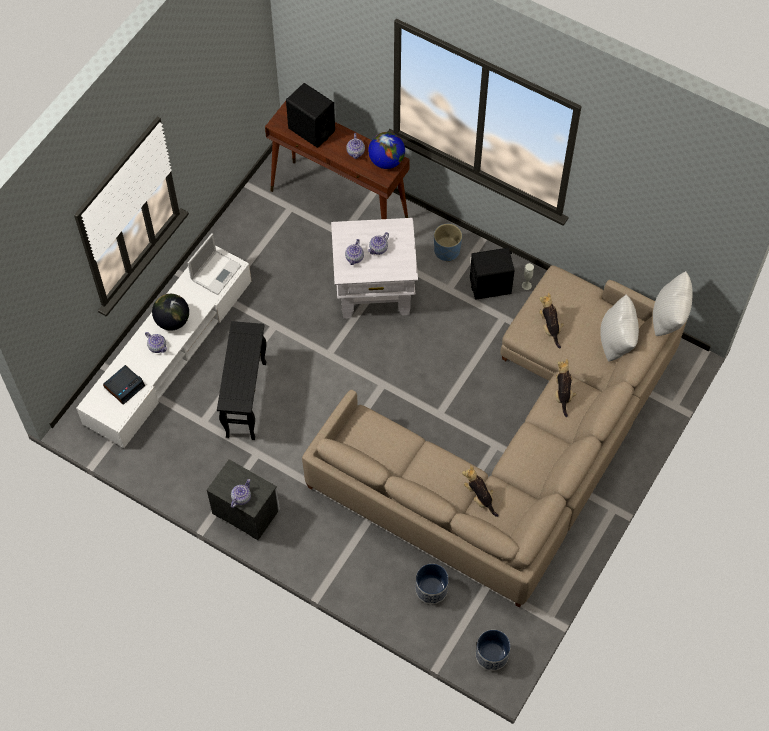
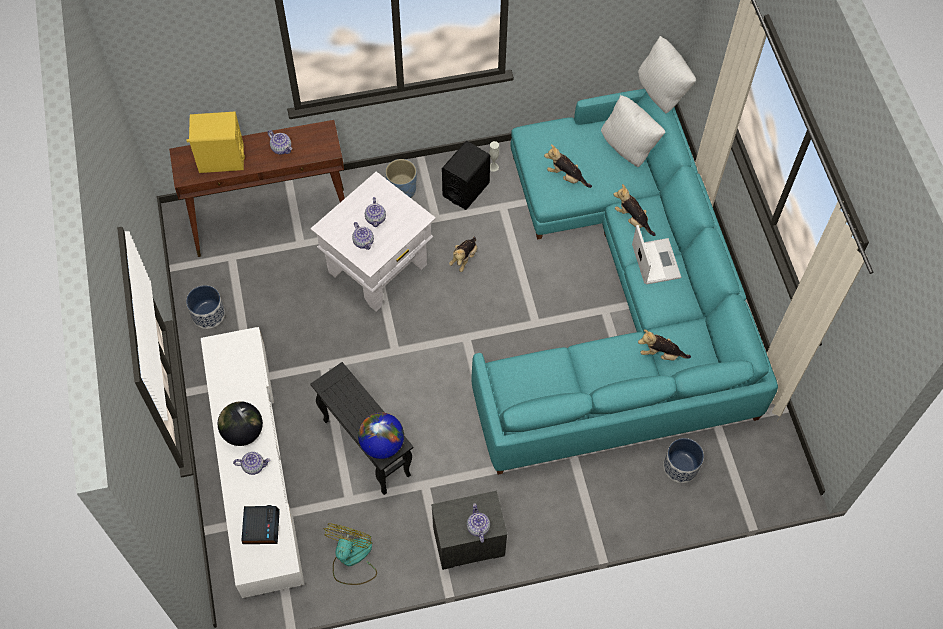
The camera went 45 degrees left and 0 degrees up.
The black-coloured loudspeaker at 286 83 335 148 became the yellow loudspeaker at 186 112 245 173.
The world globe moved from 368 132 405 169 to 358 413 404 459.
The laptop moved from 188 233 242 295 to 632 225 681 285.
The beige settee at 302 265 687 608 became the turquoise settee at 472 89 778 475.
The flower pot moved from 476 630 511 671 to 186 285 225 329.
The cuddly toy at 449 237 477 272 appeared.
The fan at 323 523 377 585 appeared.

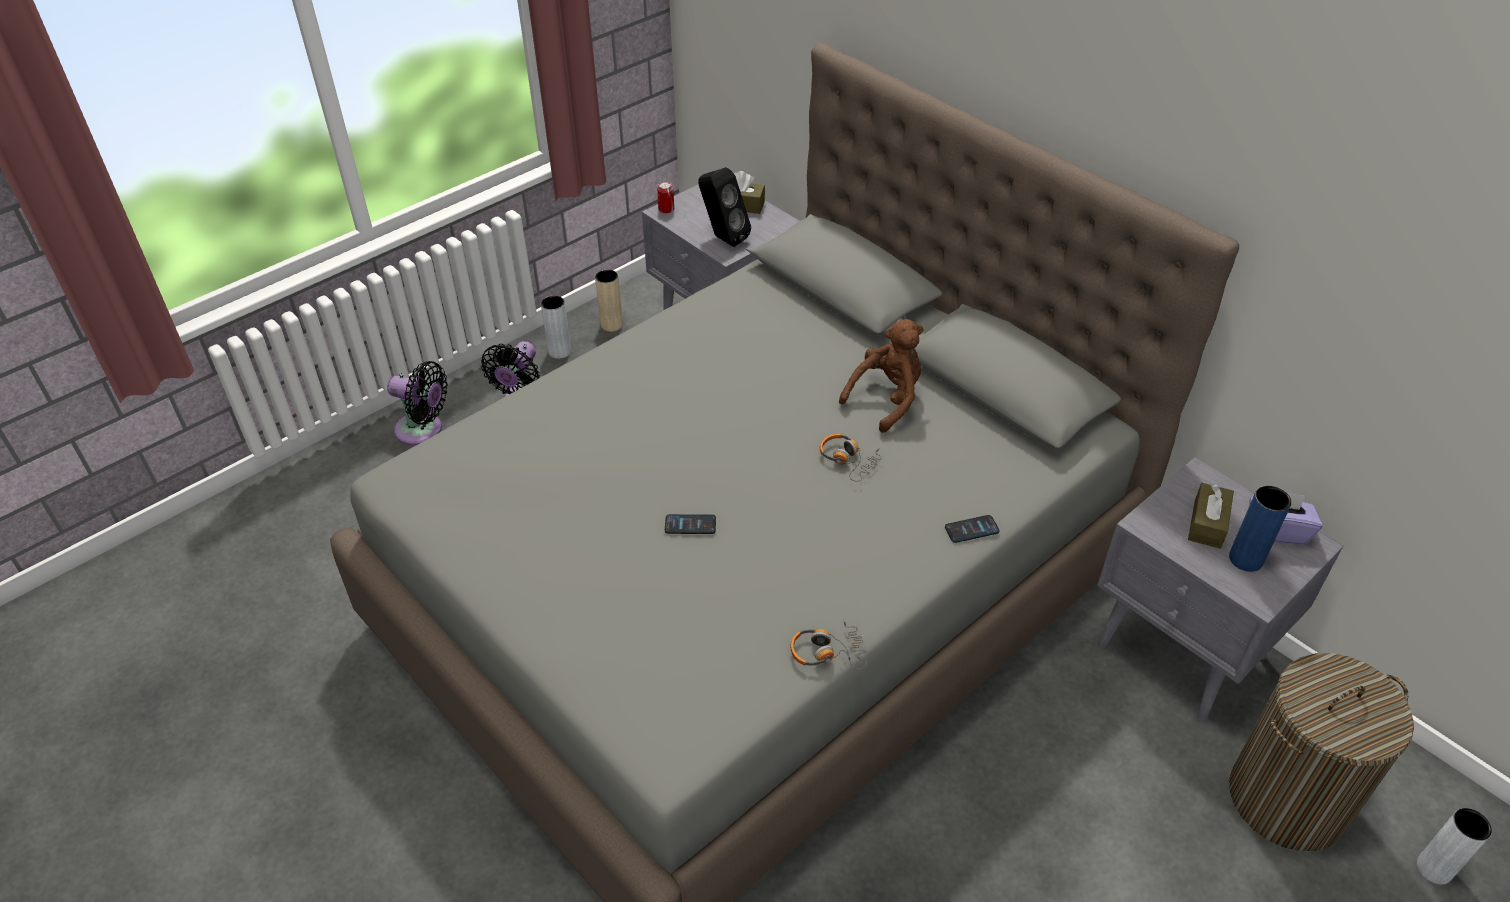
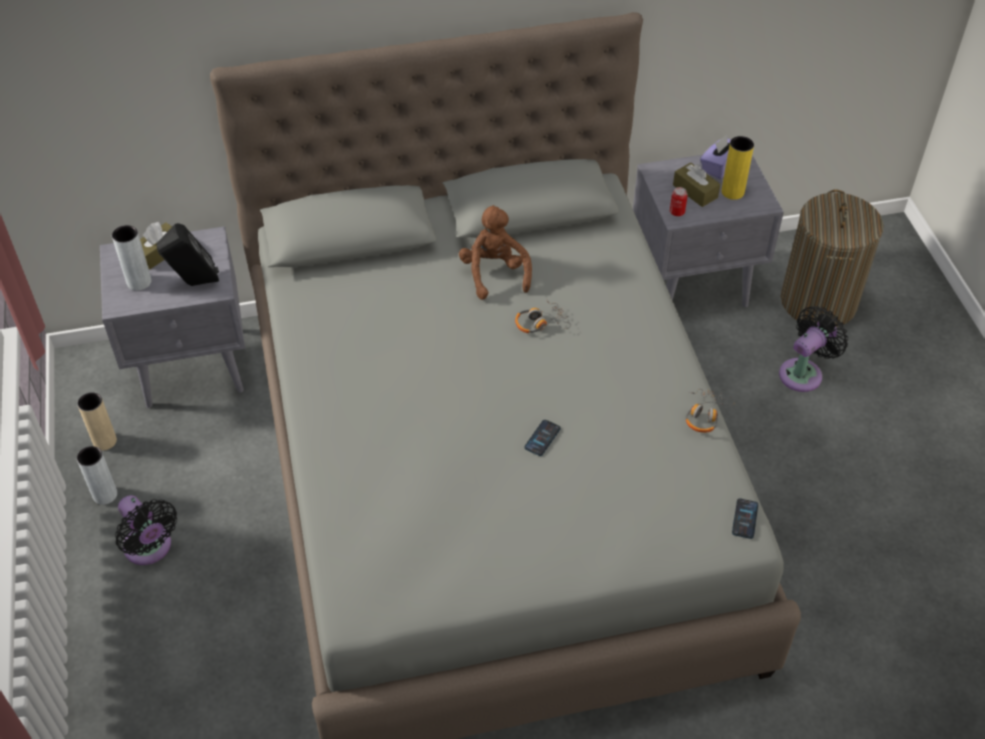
The camera went 60 degrees left and 5 degrees up.
The metal can moved from 657 181 674 213 to 670 187 688 216.
The black-coloured fan moved from 387 361 448 446 to 779 306 848 392.
The blue-coloured flower vase at 1229 486 1291 572 became the yellow flower vase at 721 136 754 200.
The handset moved from 945 515 1000 543 to 732 499 758 539.
The greyish flower vase moved from 1417 808 1492 885 to 112 225 152 291.

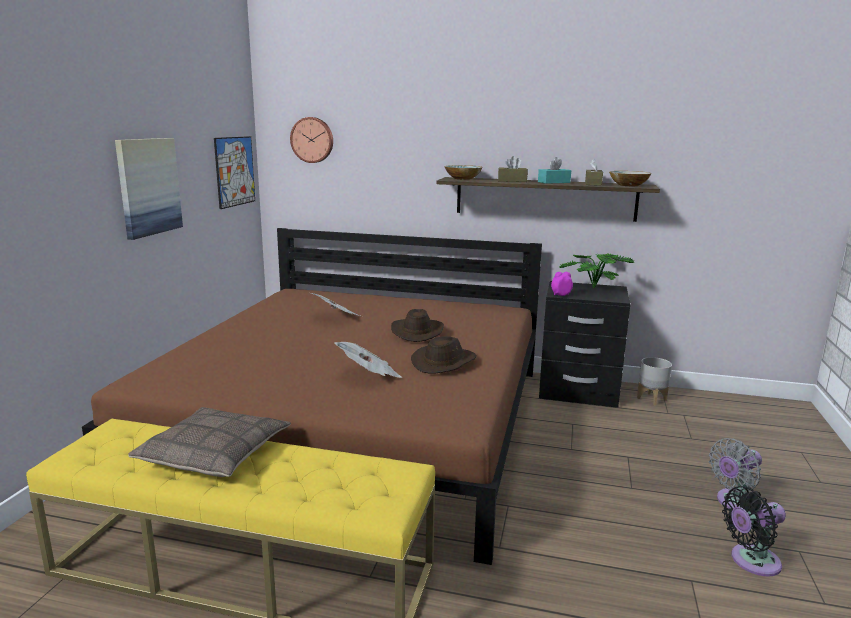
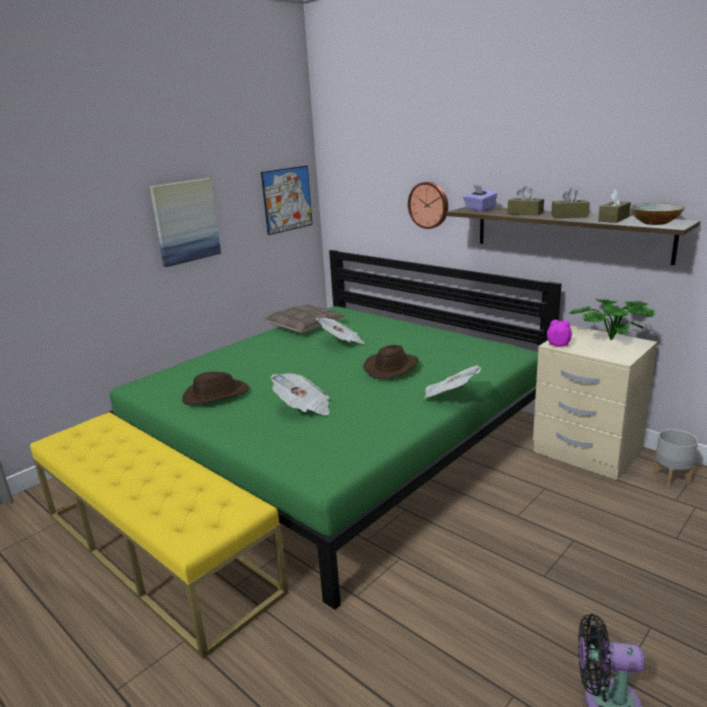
The camera went 30 degrees right and 5 degrees up.
The wall clock moved from 290 117 333 163 to 408 182 448 229.
The turquoise tissue box at 538 157 571 184 became the brown tissue box at 551 188 590 218.
The deep dish at 444 165 483 180 was replaced by the purple tissue box at 463 185 497 211.
The brown bedroom bed at 82 228 542 565 became the green bedroom bed at 107 250 562 610.
The black-coloured nightstand at 539 281 630 408 became the beige nightstand at 533 325 658 480.
The brown wearable hat moved from 411 336 476 373 to 182 372 249 405.
The pillow moved from 128 407 291 477 to 264 304 346 333.
The greyish fan at 709 438 762 509 disappeared.
The newspaper at 424 365 481 399 appeared.

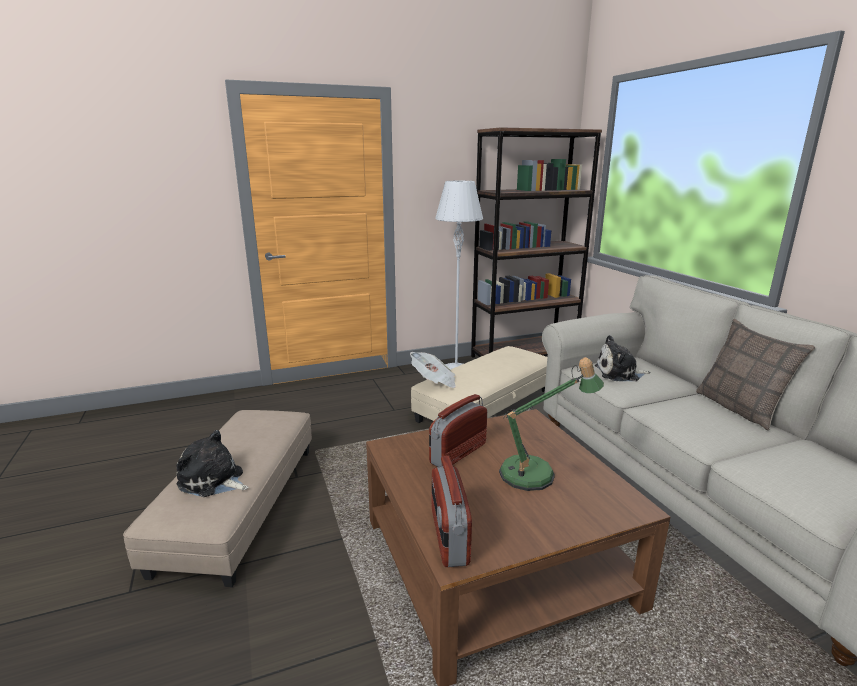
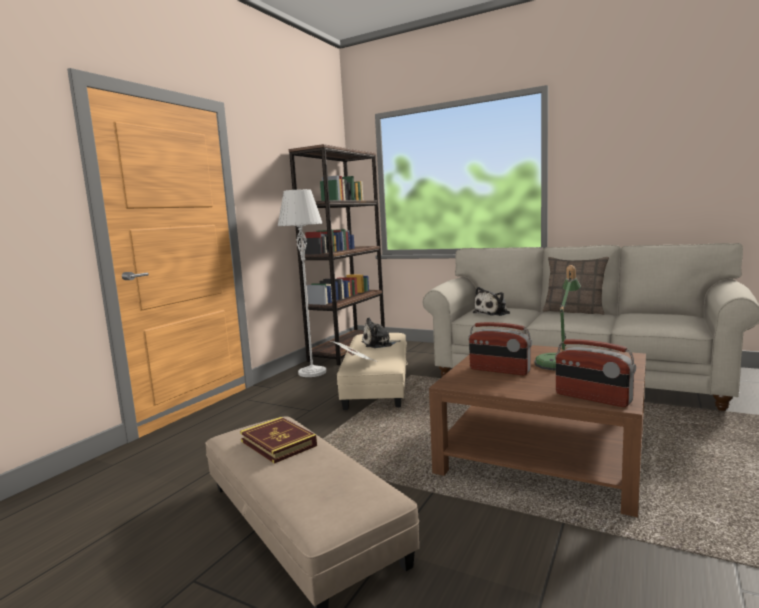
The camera went 40 degrees left and 10 degrees down.
The radio receiver at 429 394 487 467 turned 60 degrees counterclockwise.
The cuddly toy moved from 176 430 248 497 to 362 318 401 348.
The bound book at 240 417 317 464 appeared.

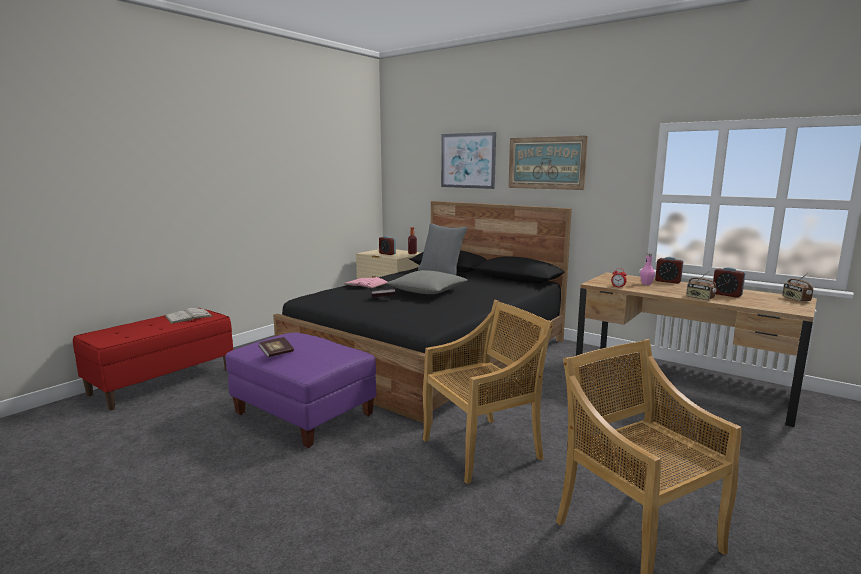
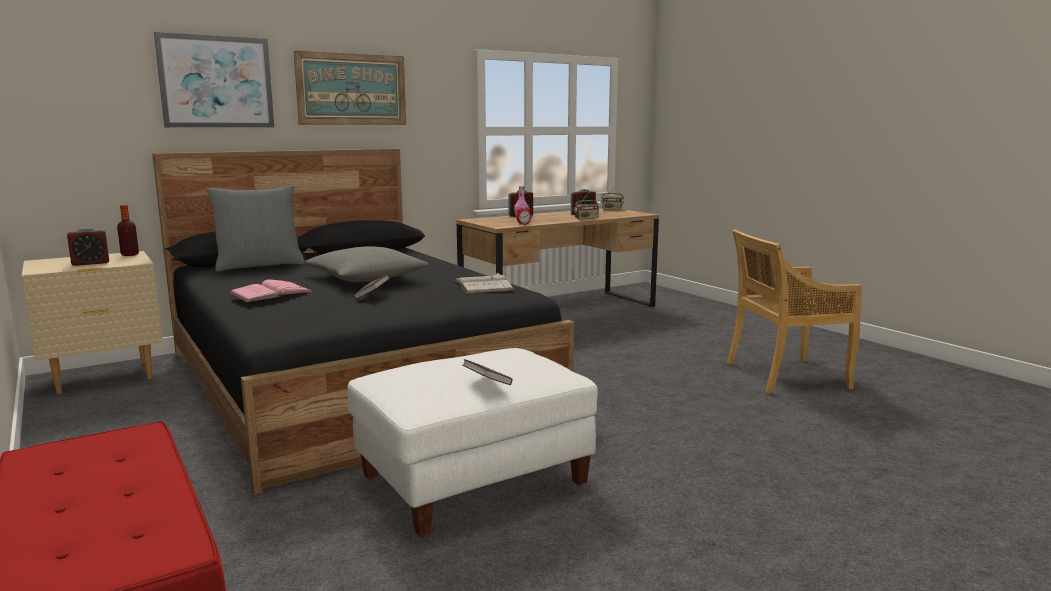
The camera went 70 degrees left and 0 degrees up.
The beige chair at 423 300 554 484 disappeared.
The white-coloured bound book moved from 165 308 213 324 to 455 273 514 294.
The purple footrest at 225 332 376 448 became the white-coloured footrest at 347 348 598 537.

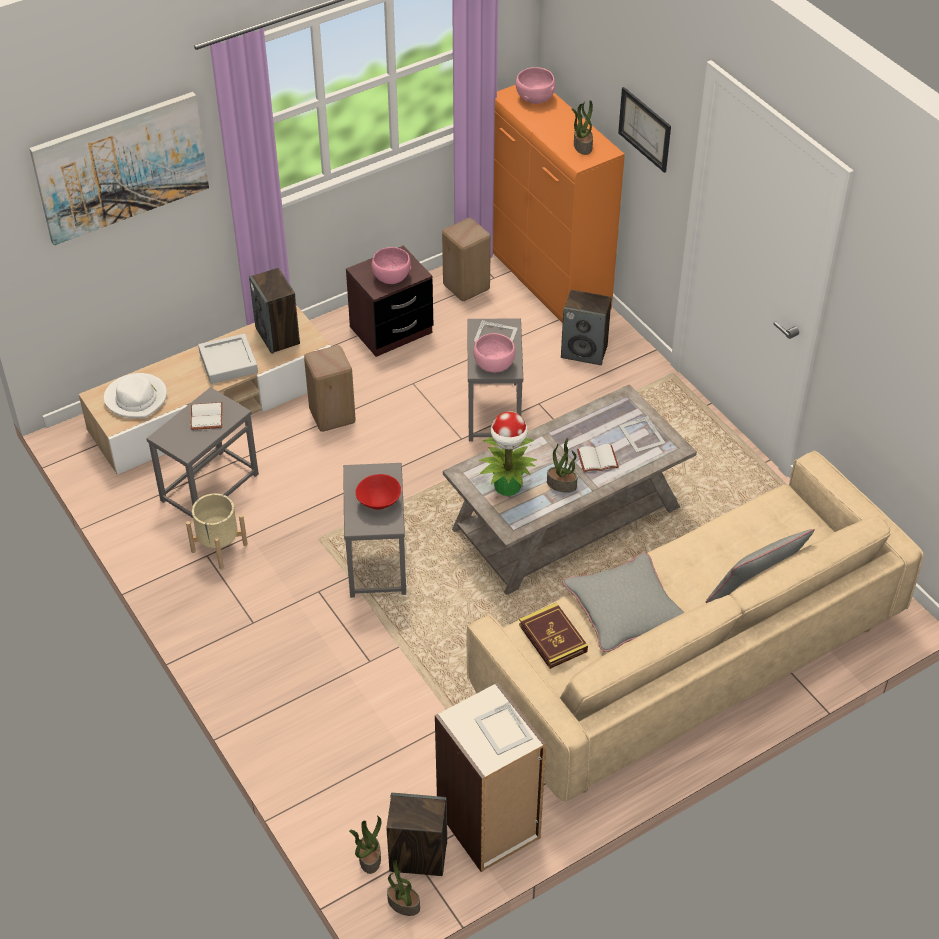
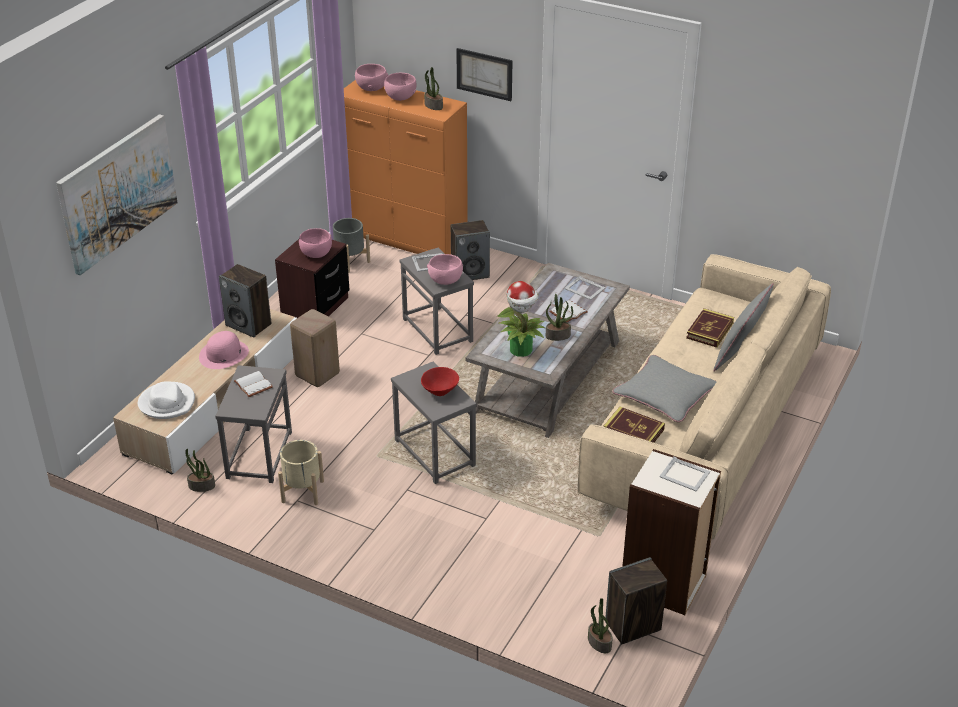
The camera went 30 degrees left and 10 degrees down.
The beige sitting stool at 442 218 491 301 was replaced by the greyish flower pot at 330 218 370 273.
The greyish tray at 198 334 258 384 was replaced by the pink wearable hat at 199 331 249 369.
The potted plant moved from 387 860 420 916 to 185 449 215 492.
The pink deep dish at 384 73 417 101 appeared.
The bound book at 686 309 734 348 appeared.

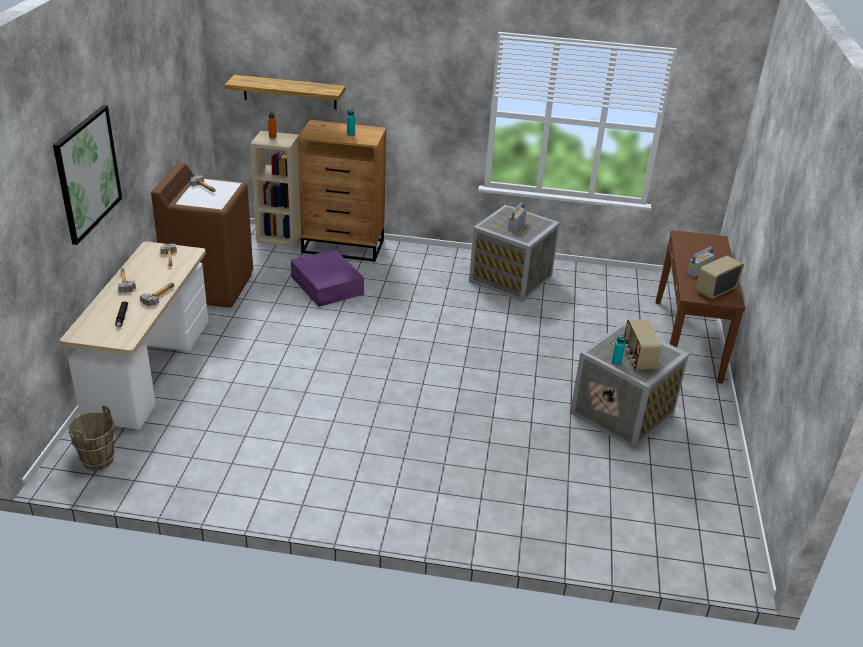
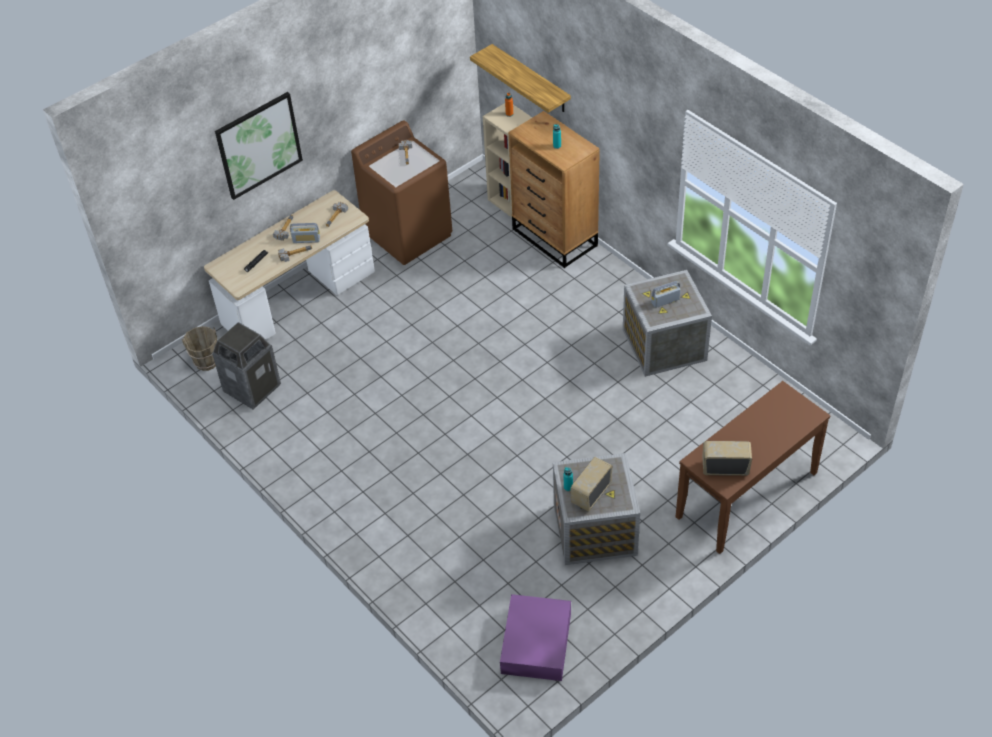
The camera went 45 degrees right and 15 degrees up.
The radio receiver moved from 687 247 715 277 to 290 223 320 243.
The purple storage container moved from 291 249 364 307 to 500 594 571 681.
The rubbish bin at 212 322 281 410 appeared.

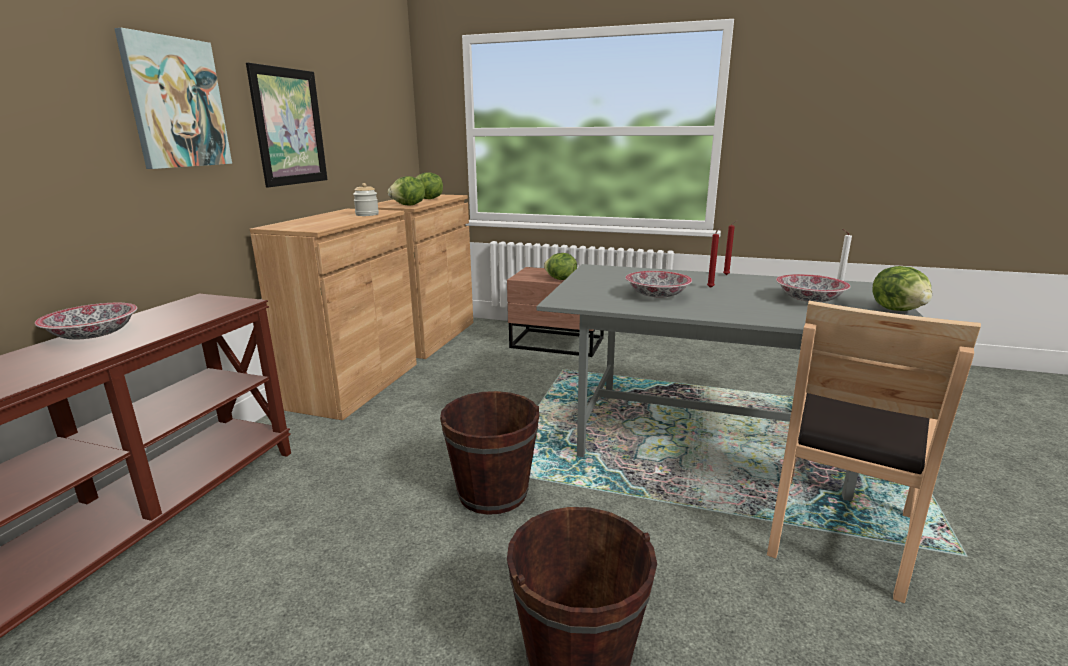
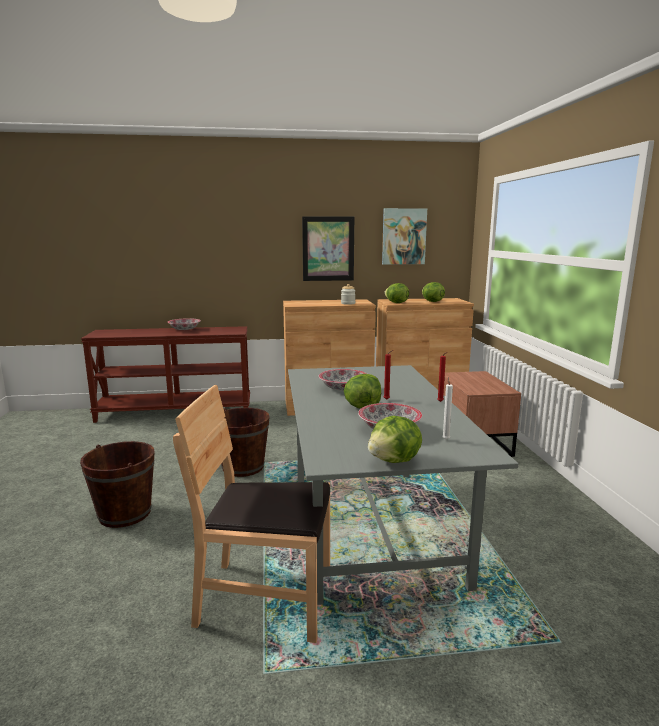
The camera went 65 degrees right and 5 degrees down.
The wall art moved from 114 28 232 169 to 382 208 427 265.
The lettuce moved from 544 253 577 280 to 344 374 381 409.

